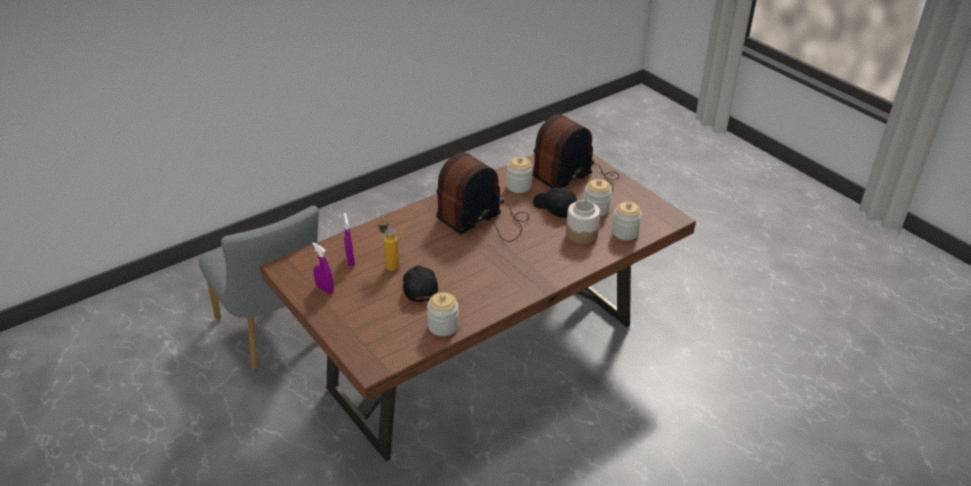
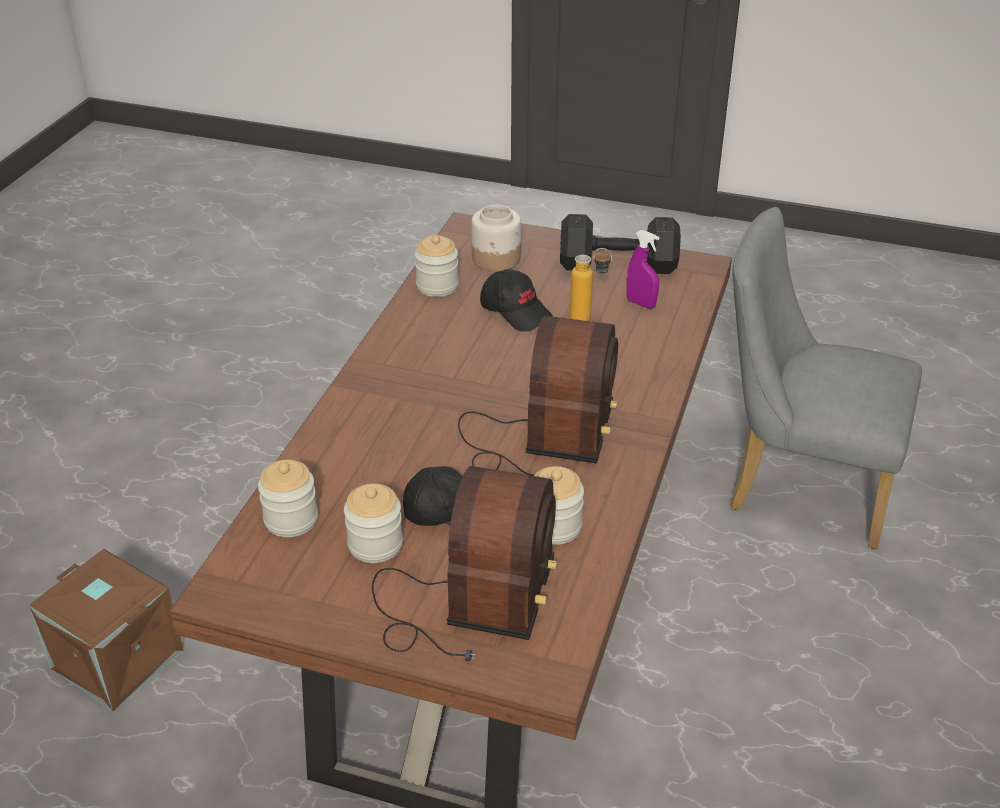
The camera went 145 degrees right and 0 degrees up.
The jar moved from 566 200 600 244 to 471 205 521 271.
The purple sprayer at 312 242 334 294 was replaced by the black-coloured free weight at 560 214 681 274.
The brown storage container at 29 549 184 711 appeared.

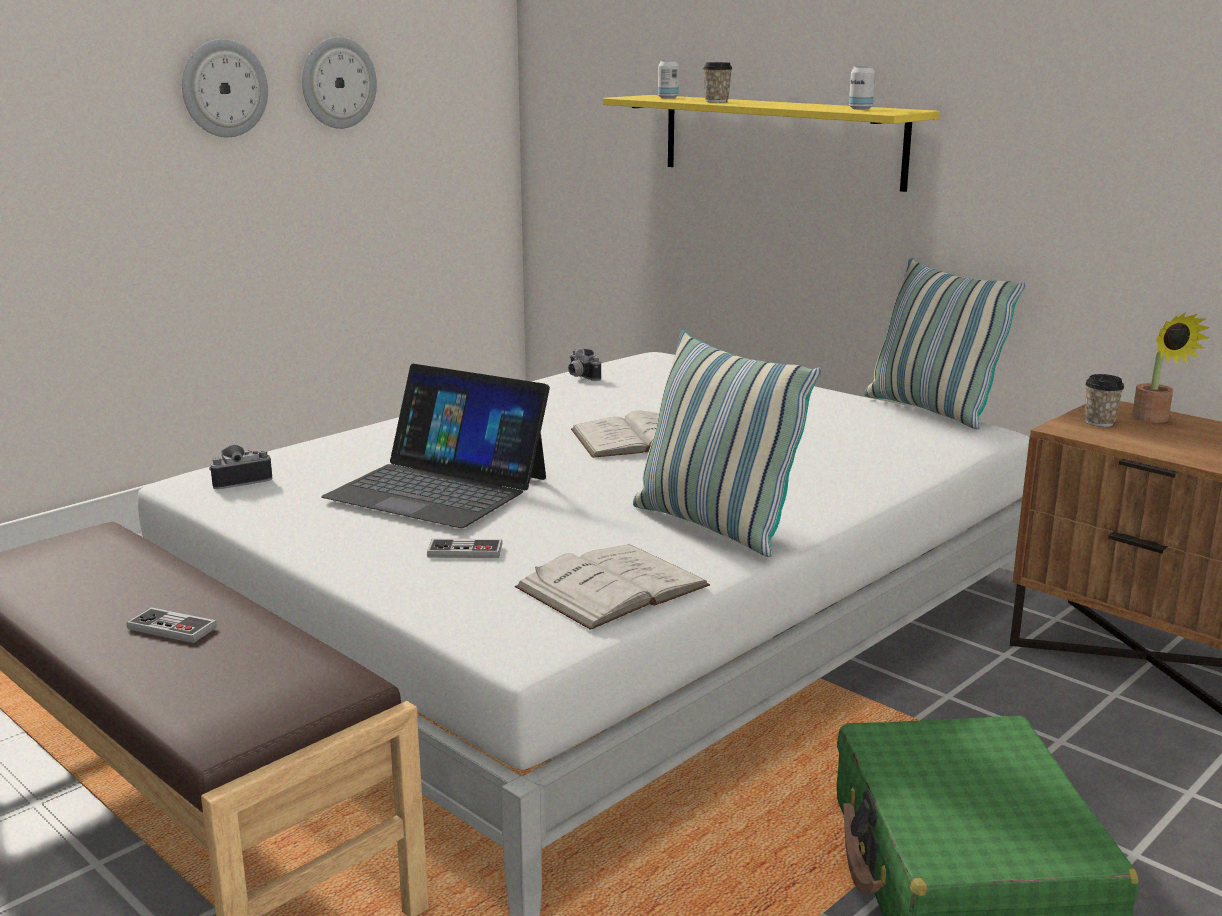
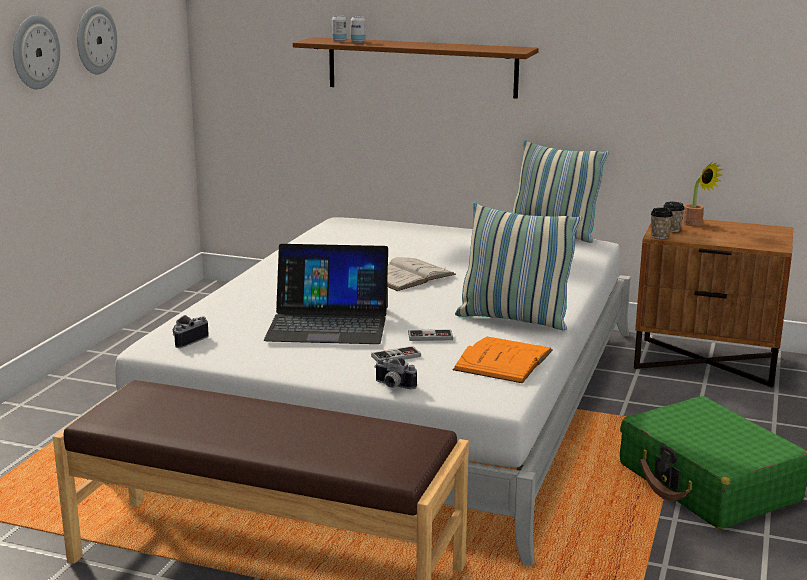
The camera went 25 degrees left and 0 degrees up.
The cup moved from 703 62 732 103 to 651 208 673 239.
The metal can moved from 849 66 875 110 to 351 16 365 43.
The yellow bracket shelf at 603 95 940 192 became the brown bracket shelf at 293 37 539 98.
The still camera moved from 568 348 601 381 to 374 358 417 389.
The white-coloured bound book at 515 544 710 630 became the orangey bound book at 453 336 553 383.
The game controller moved from 126 607 217 643 to 408 329 453 341.

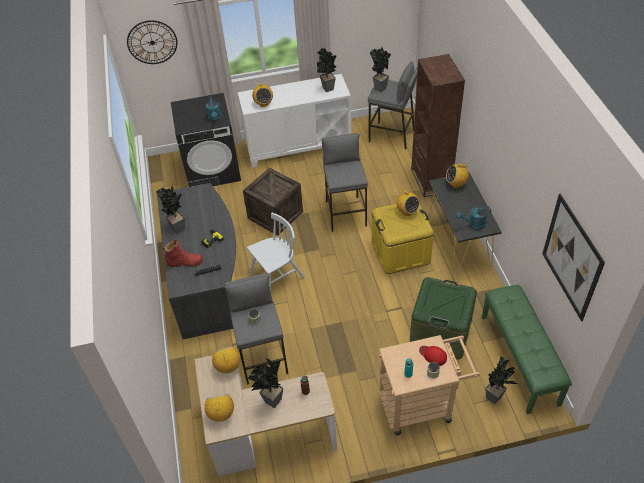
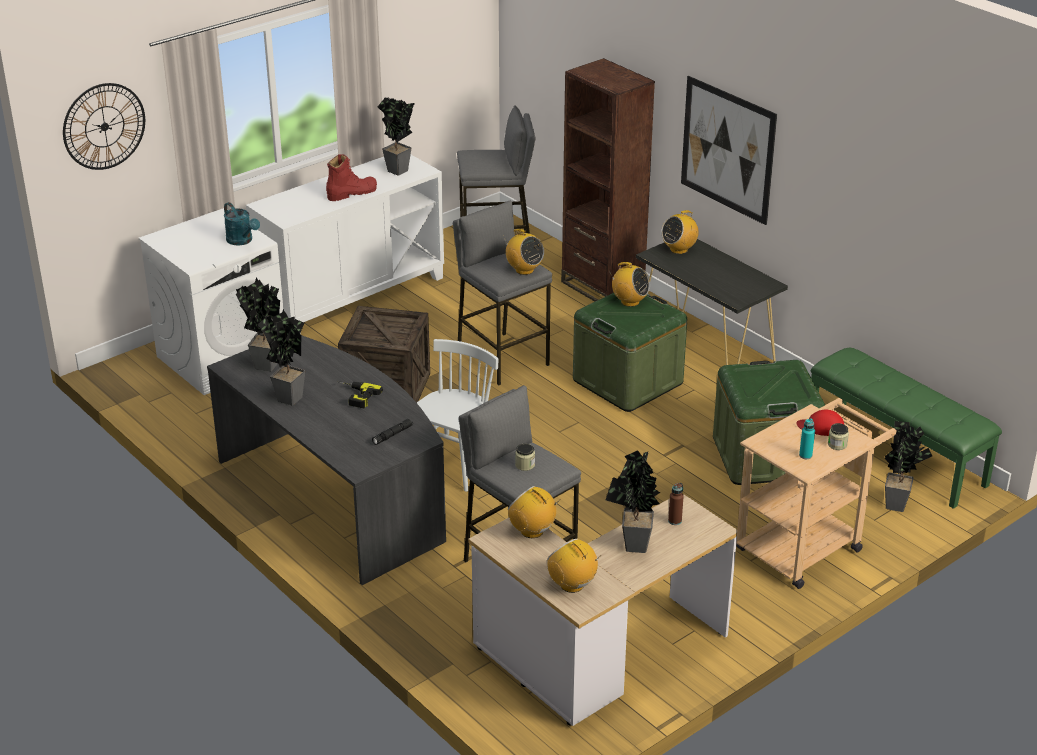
The camera went 30 degrees left and 15 degrees down.
The potted plant moved from 370 48 391 92 to 235 278 280 371.
The radio receiver moved from 252 82 273 107 to 503 229 544 275.
The black-coloured washing machine at 171 93 241 187 became the white-coloured washing machine at 139 208 283 395.
The wall art moved from 542 193 605 321 to 681 76 777 225.
The yellow storage container at 372 204 434 274 became the green storage container at 573 293 687 412.
The turquoise sprinkling can at 456 206 491 230 disappeared.
The red boot moved from 163 240 203 267 to 326 154 377 201.

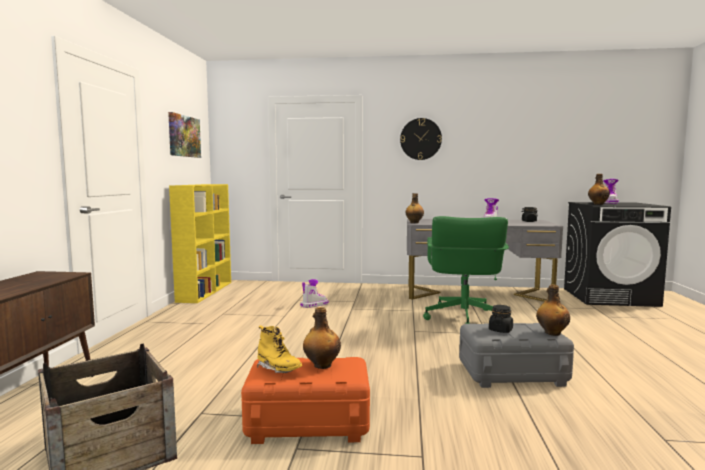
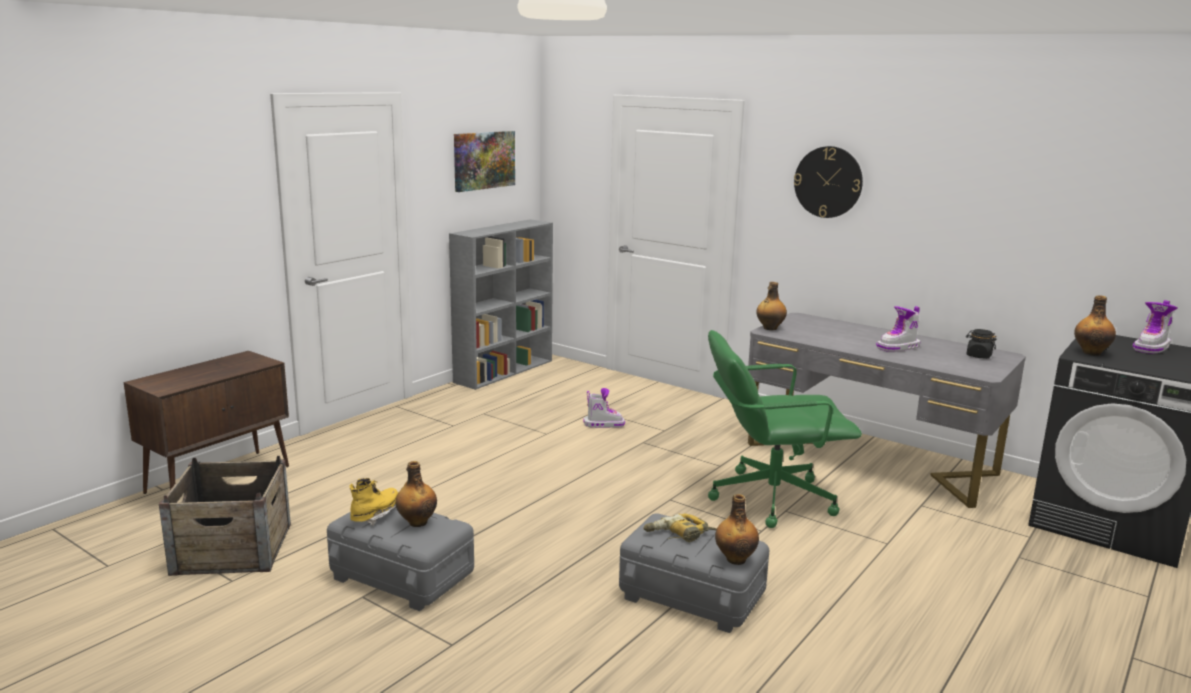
The camera went 30 degrees right and 10 degrees up.
The yellow shelving unit at 169 184 231 303 became the greyish shelving unit at 449 219 553 390.
The green computer chair at 423 216 509 324 turned 45 degrees clockwise.
The black-coloured jar at 489 305 513 333 was replaced by the drill at 643 514 717 542.
The yellow boot at 257 325 302 373 turned 135 degrees counterclockwise.
The orangey storage container at 241 357 370 444 became the greyish storage container at 327 505 474 611.

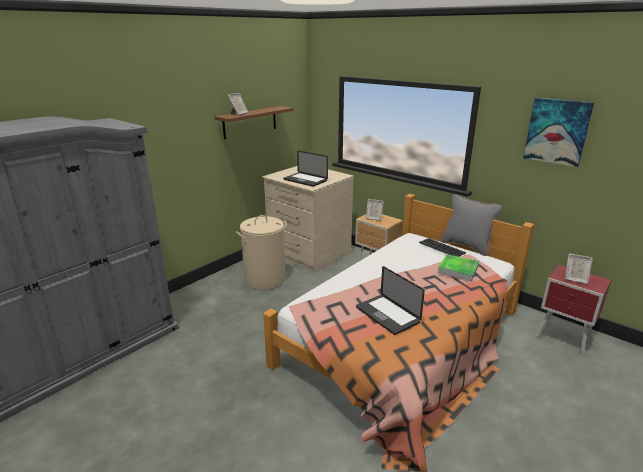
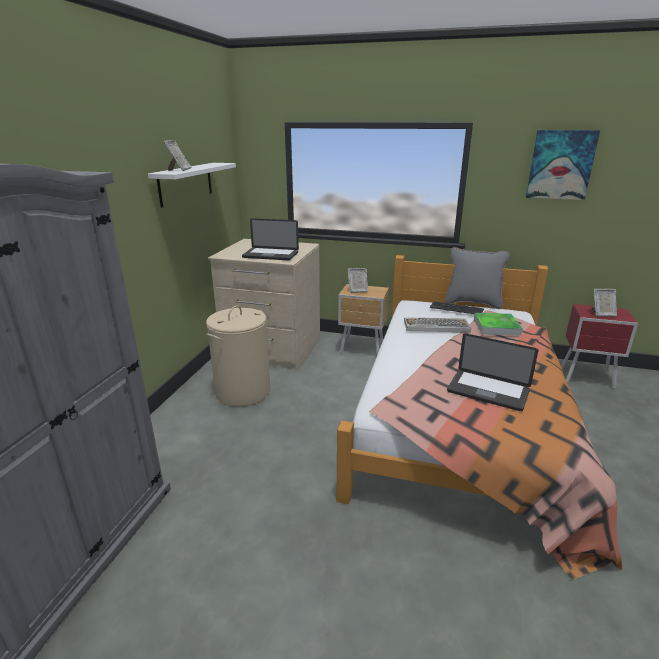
The camera went 25 degrees left and 0 degrees up.
The brown bracket shelf at 215 106 294 139 became the white-coloured bracket shelf at 148 163 236 208.
The computer keyboard at 404 317 471 332 appeared.

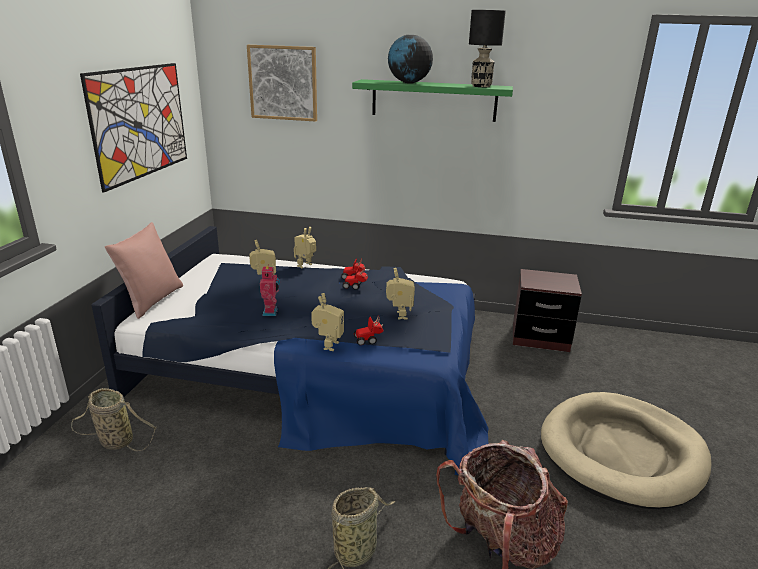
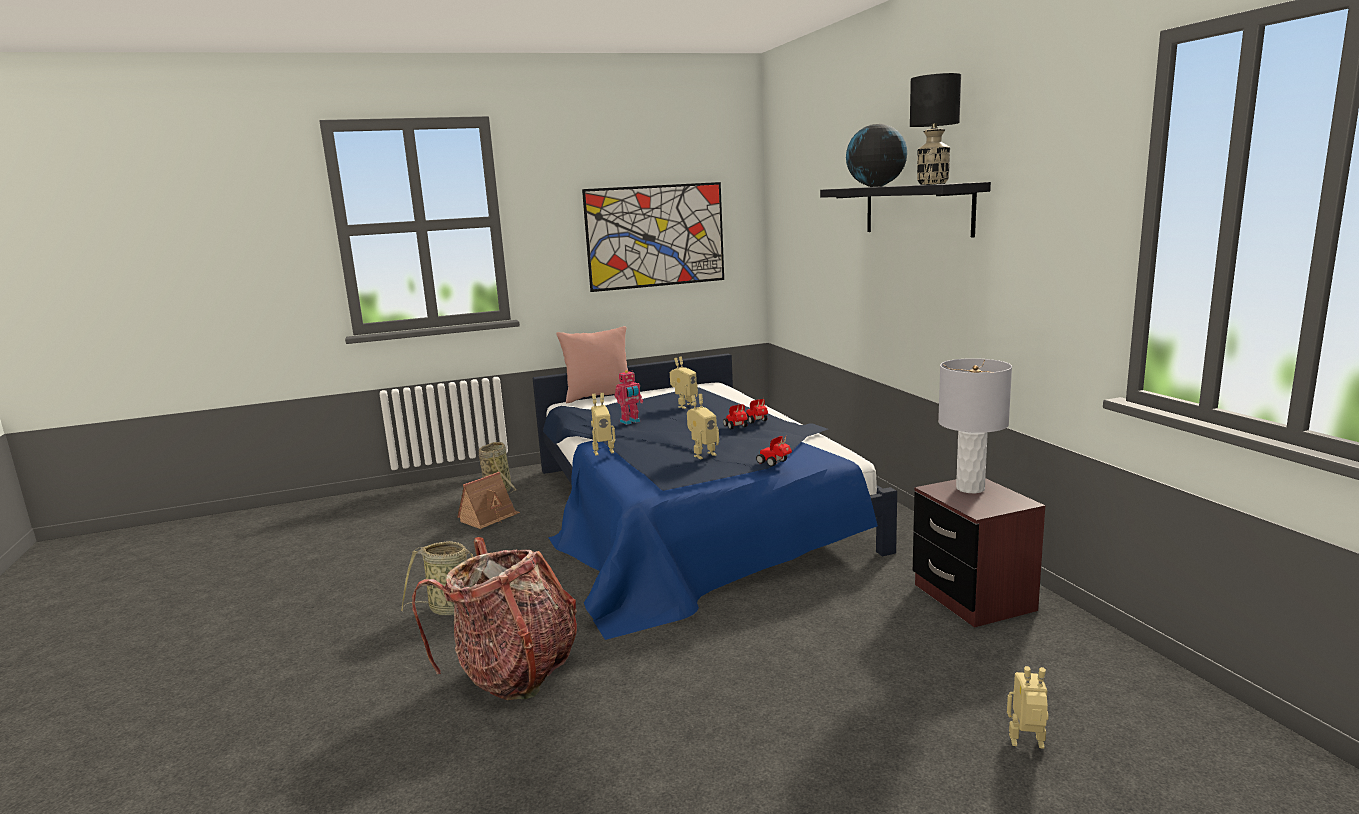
The camera went 60 degrees right and 10 degrees down.
The wall art at 247 45 317 122 disappeared.
The green bracket shelf at 352 79 513 122 became the black-coloured bracket shelf at 820 182 991 237.
The robot figure moved from 294 227 316 268 to 1007 666 1048 749.
The model car moved from 354 315 384 345 to 756 436 792 466.
The beige dog cushion at 541 392 712 509 disappeared.
The greyish tabletop lamp at 938 358 1012 493 appeared.
The model house at 457 472 520 529 appeared.

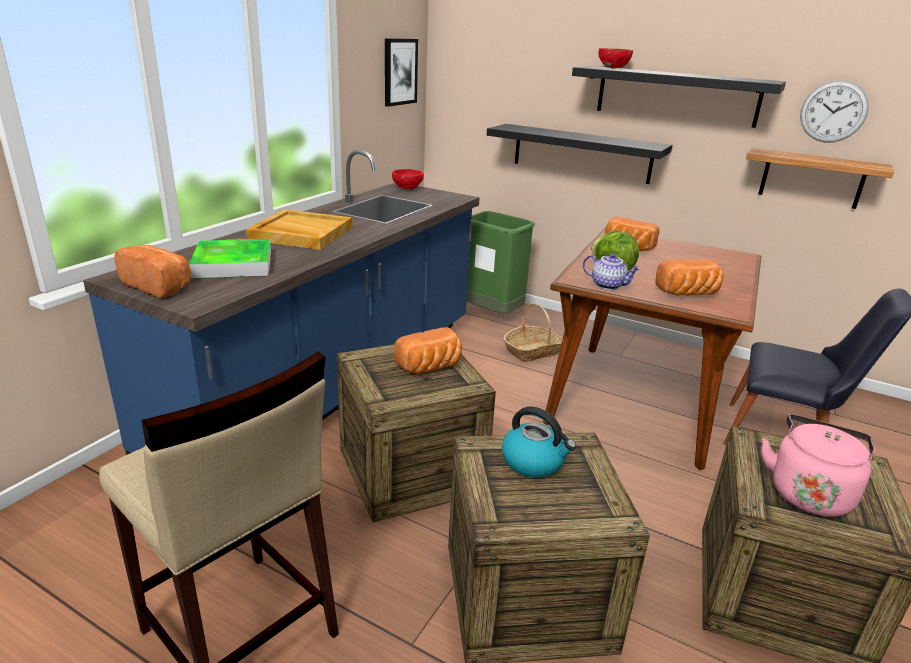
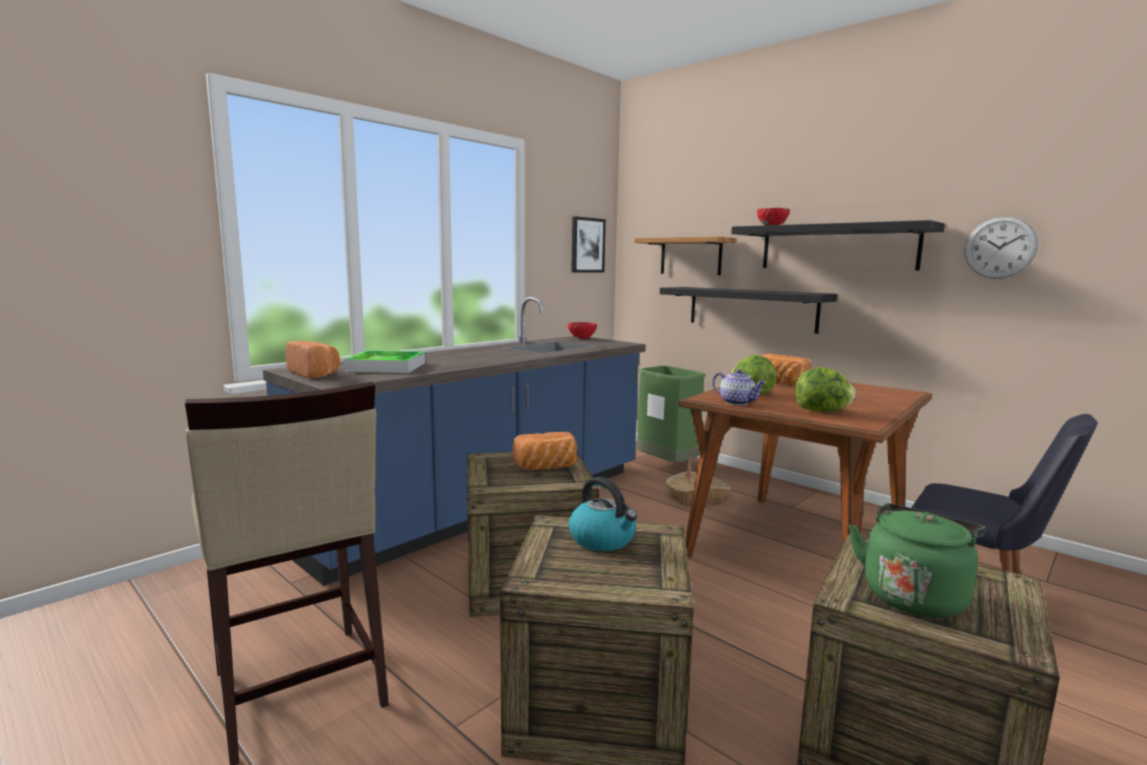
The camera went 15 degrees right and 15 degrees down.
The bracket shelf moved from 746 148 894 209 to 634 237 735 275.
The beige tray at 246 209 353 250 disappeared.
The bakery bread at 655 259 724 296 was replaced by the lettuce at 795 367 856 412.
The pink kettle at 761 414 875 517 became the green kettle at 849 503 986 618.

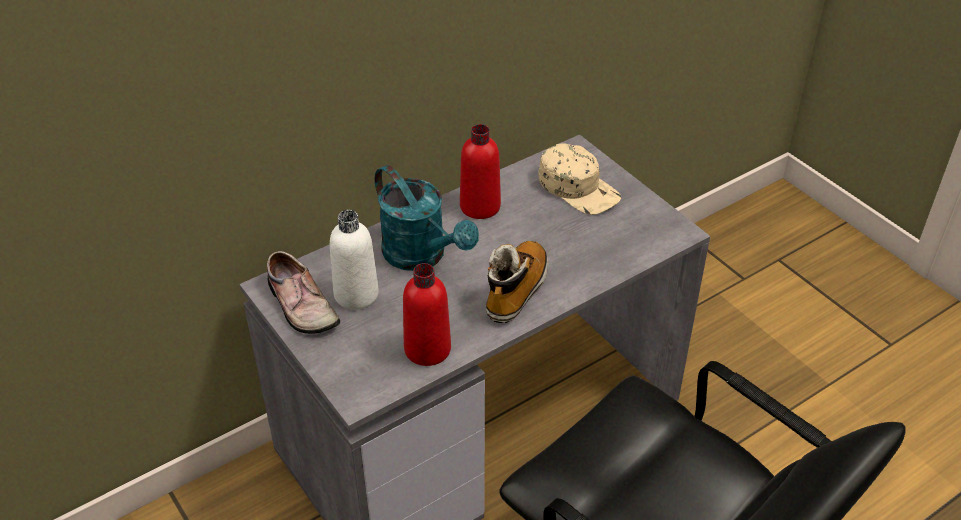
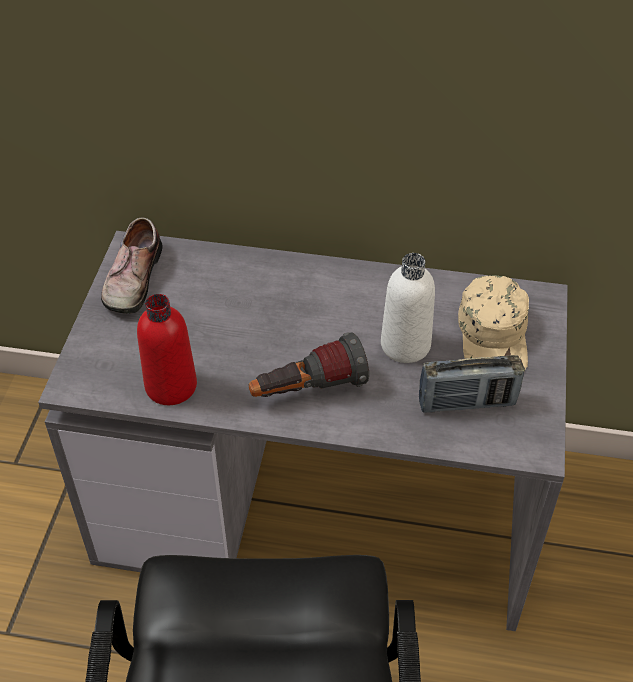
The camera went 45 degrees right and 5 degrees up.
The red beverage bottle at 460 124 501 219 disappeared.
The turquoise sprinkling can at 375 165 479 271 disappeared.
The white-coloured beverage bottle moved from 330 210 379 310 to 381 253 435 363.
The boot at 486 241 548 323 was replaced by the torch at 249 332 369 397.
The radio receiver at 419 355 524 412 appeared.

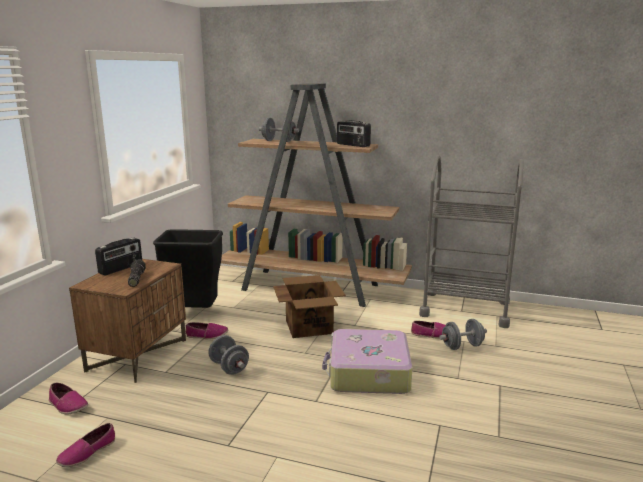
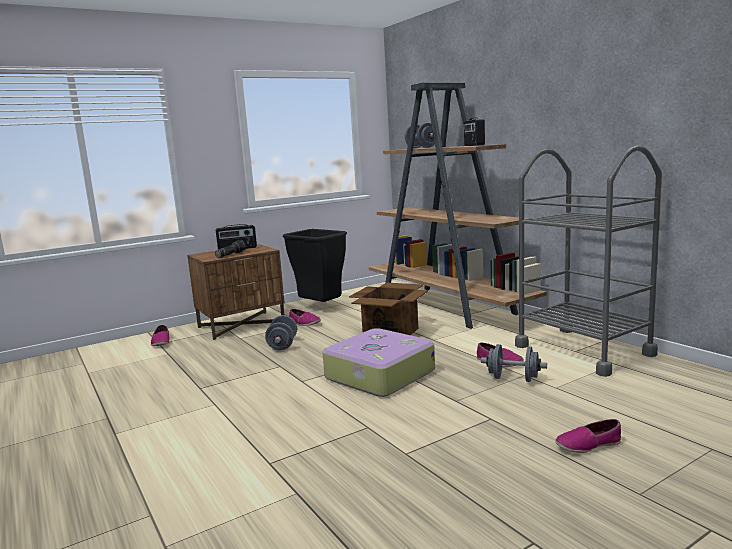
The camera went 40 degrees right and 5 degrees down.
The low shoe moved from 56 423 115 467 to 555 419 621 453.

